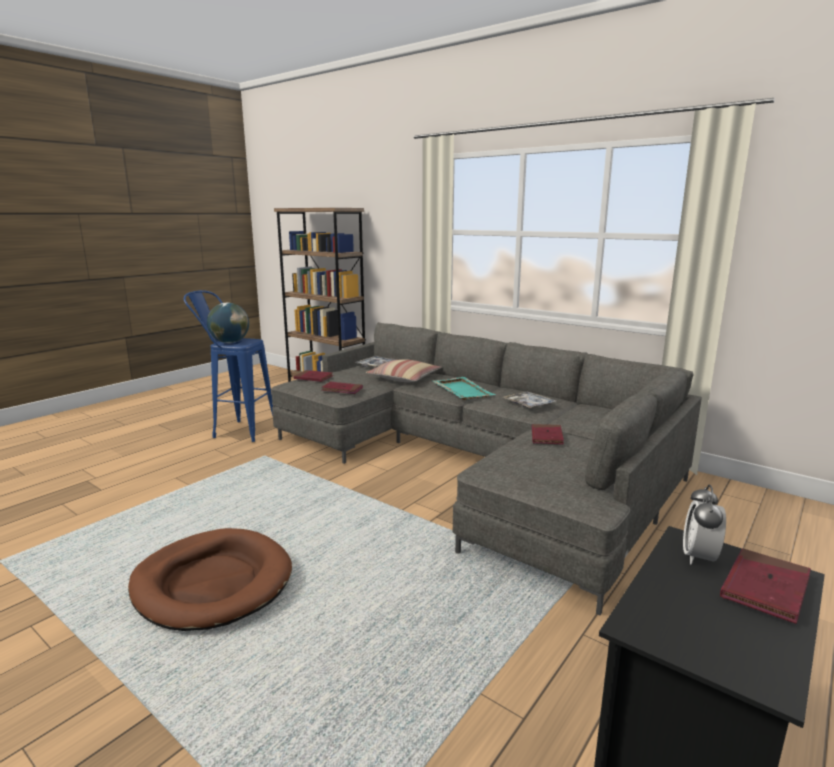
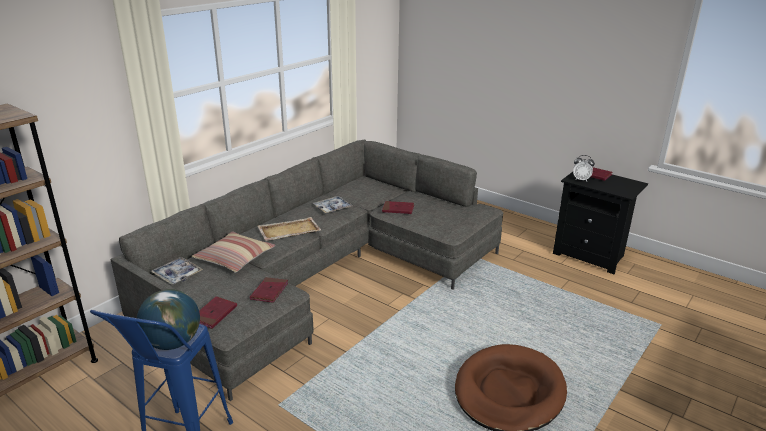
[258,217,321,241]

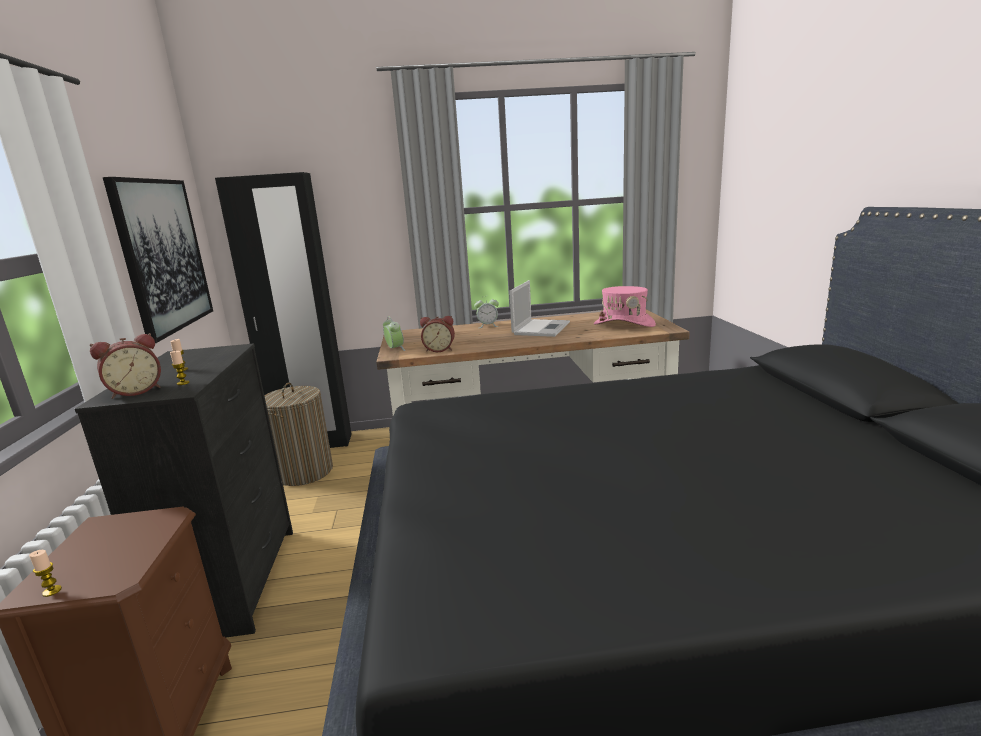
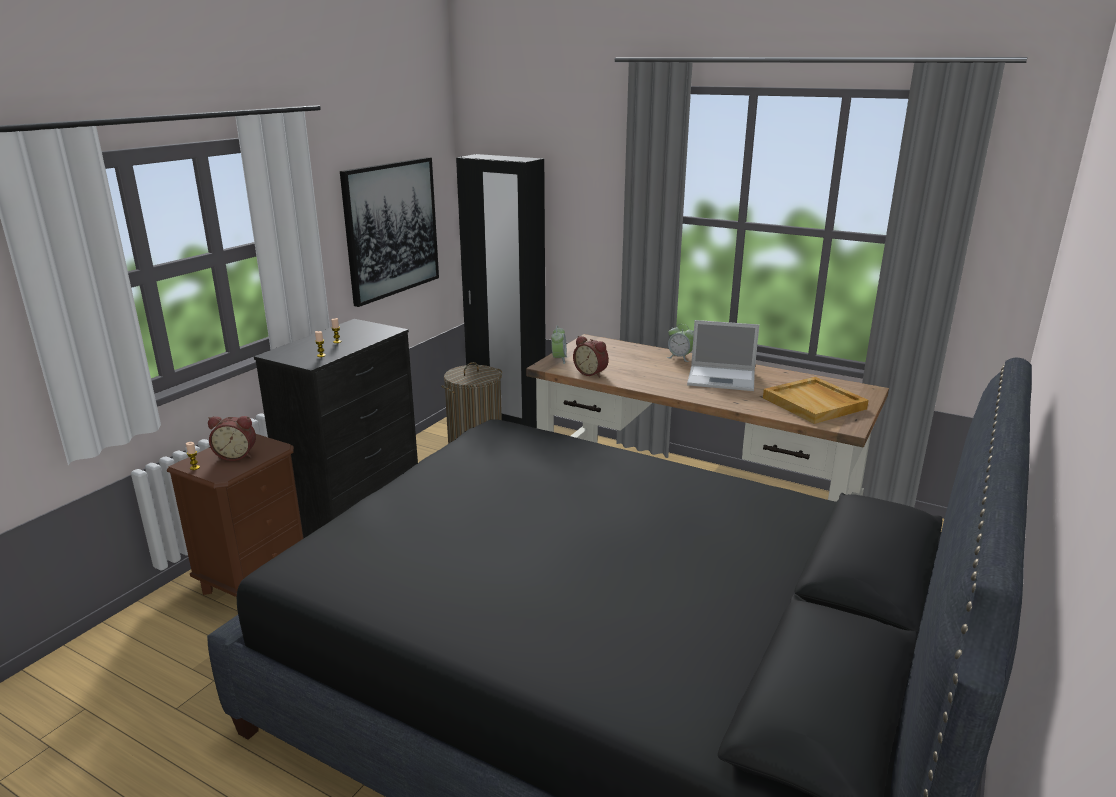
[208,416,256,461]
[687,320,759,391]
[763,377,869,424]

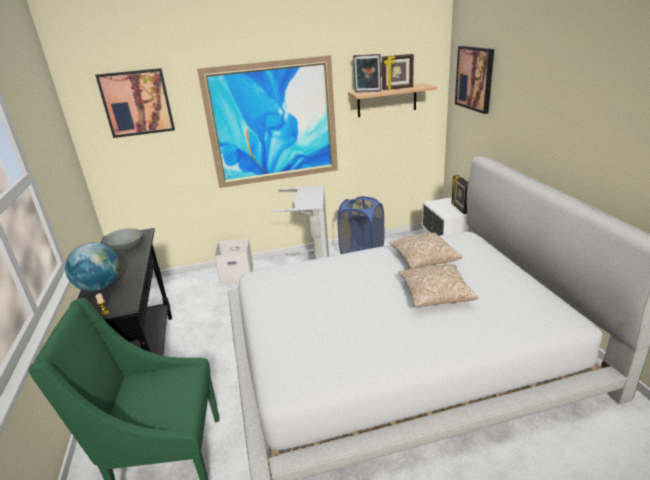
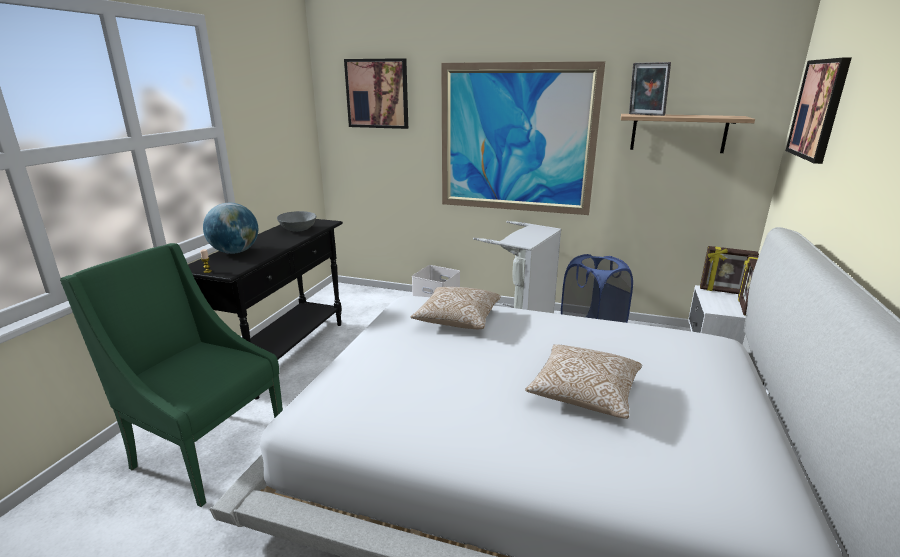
[700,246,759,294]
[410,287,501,329]

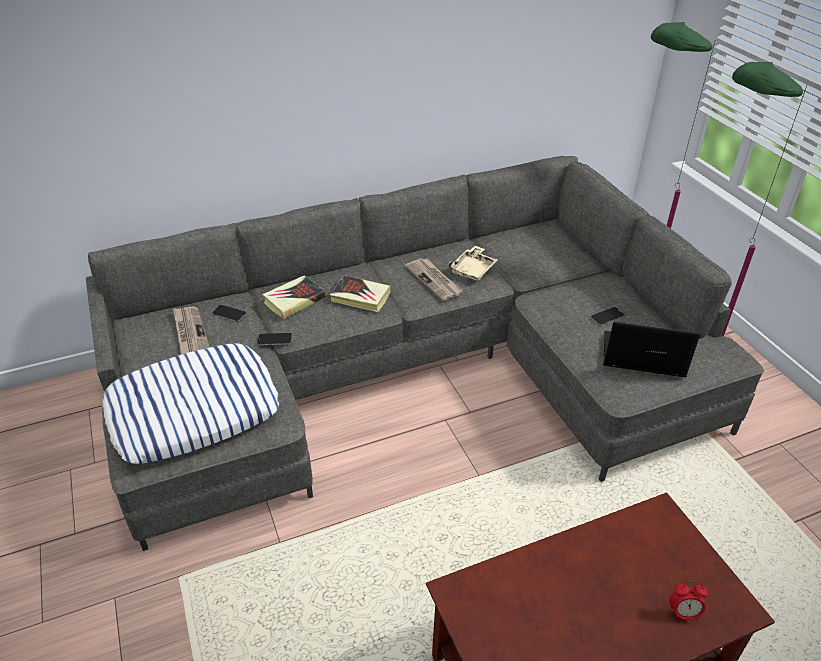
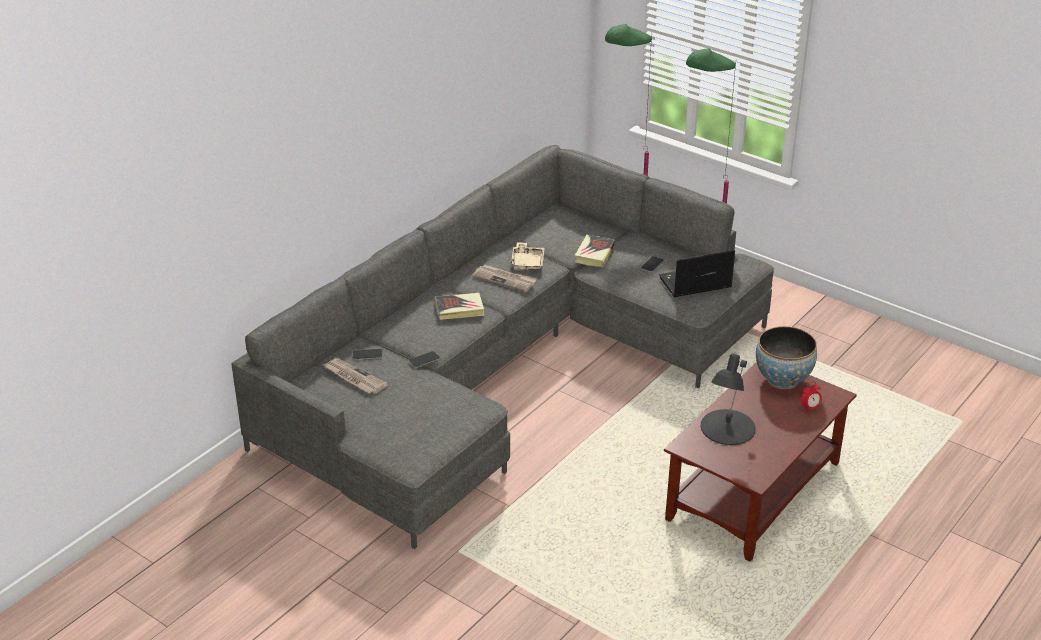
[102,343,279,464] (first image)
[575,235,615,267]
[701,354,756,445]
[756,326,817,389]

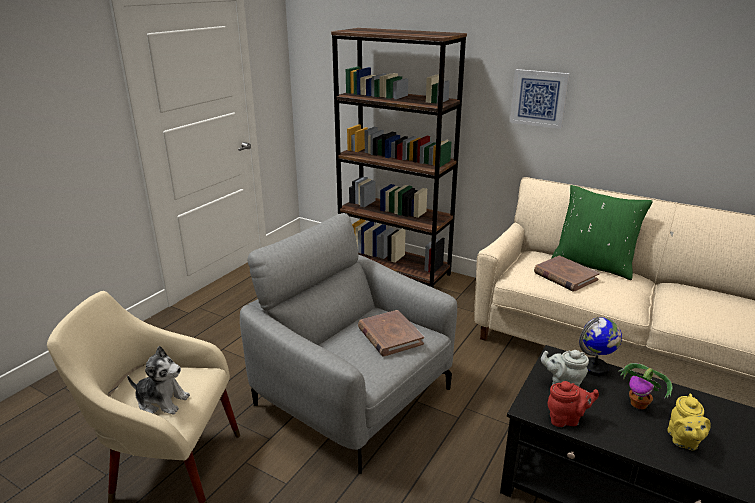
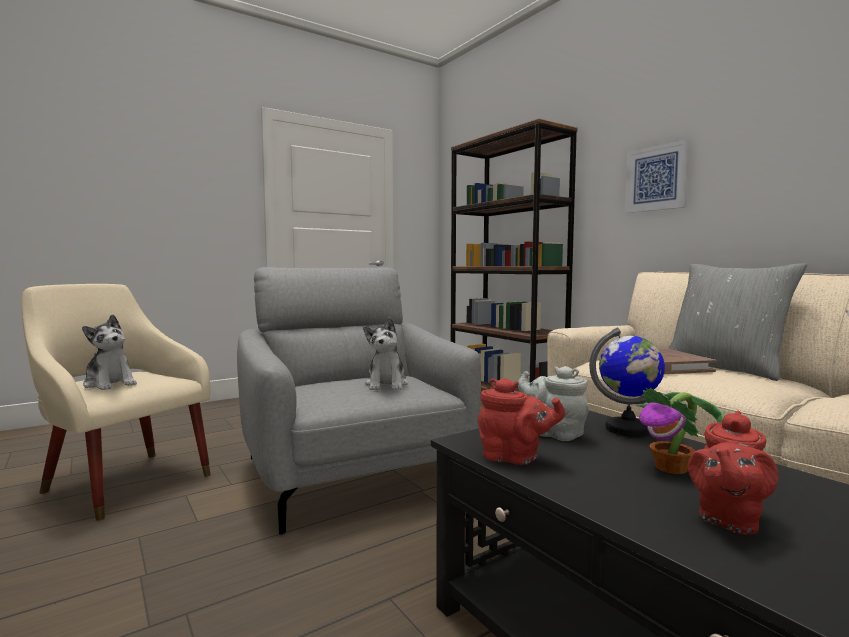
[363,317,408,390]
[668,263,807,381]
[688,411,778,535]

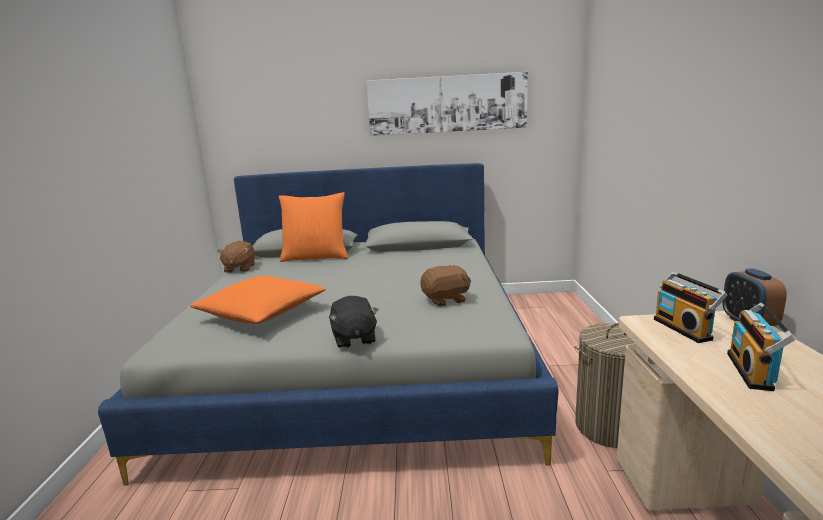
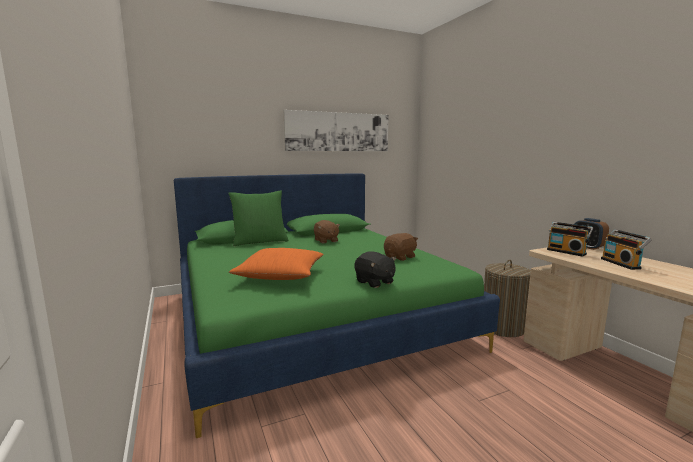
[174,174,500,438]
[314,220,340,243]
[228,191,288,246]

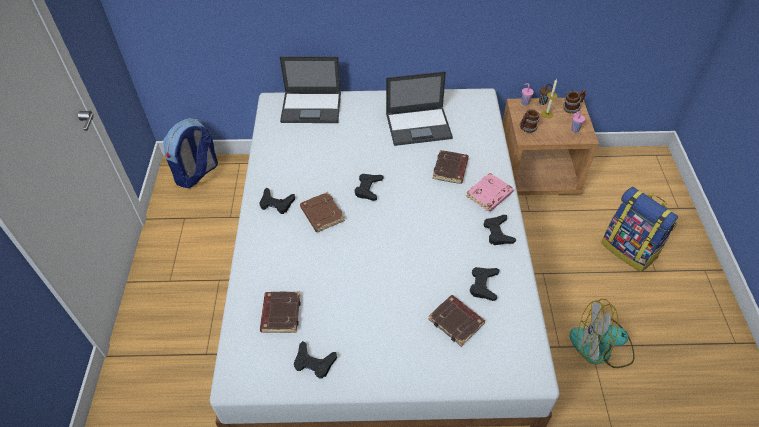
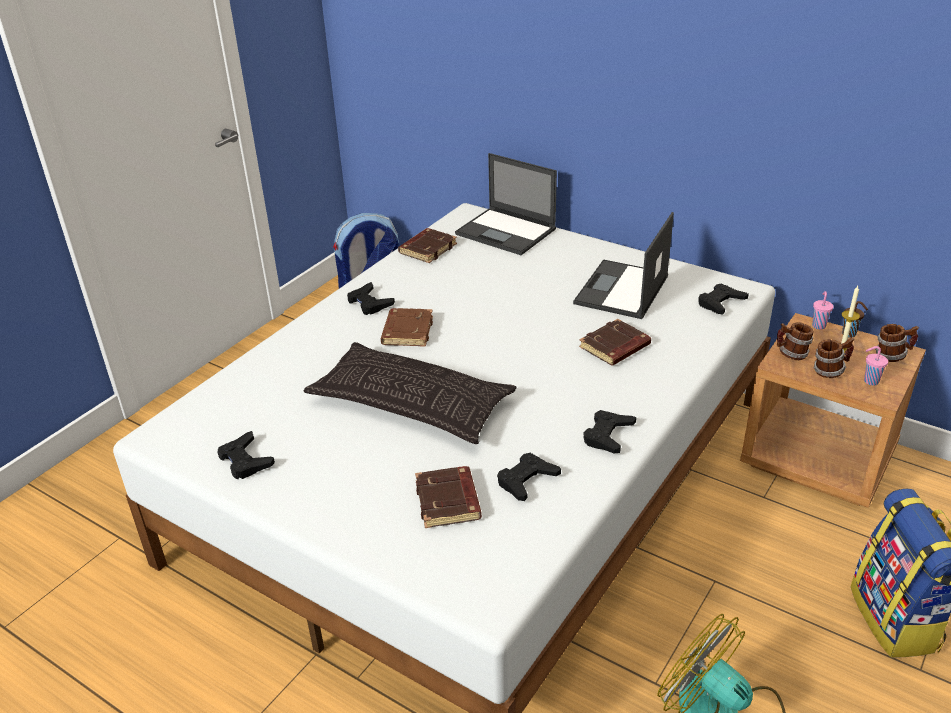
[398,228,457,263]
[698,283,749,314]
[573,212,674,319]
[466,173,514,212] (first image)
[304,342,517,444]
[813,337,854,378]

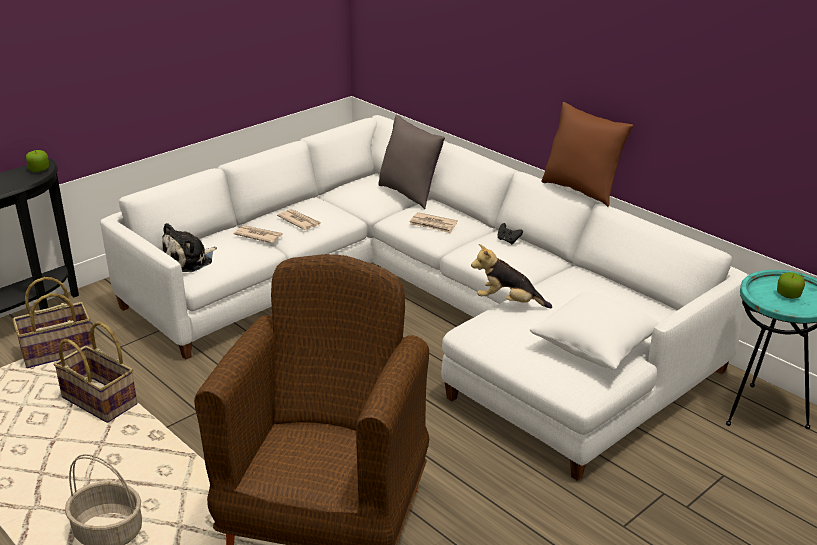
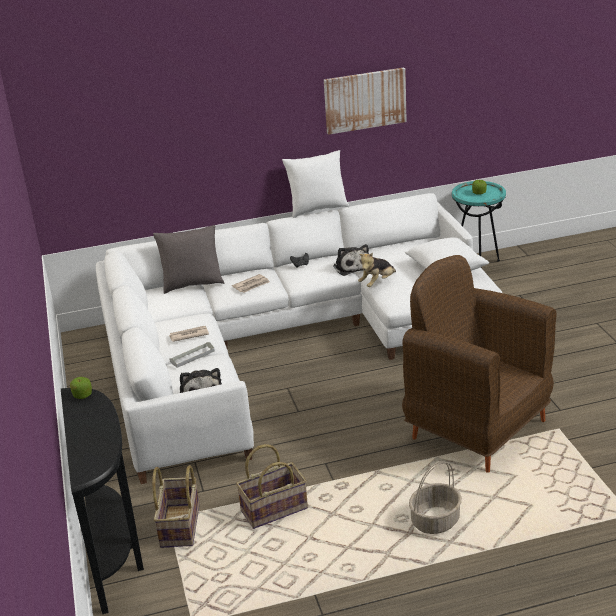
[169,342,215,368]
[282,150,349,218]
[324,67,407,135]
[333,244,369,276]

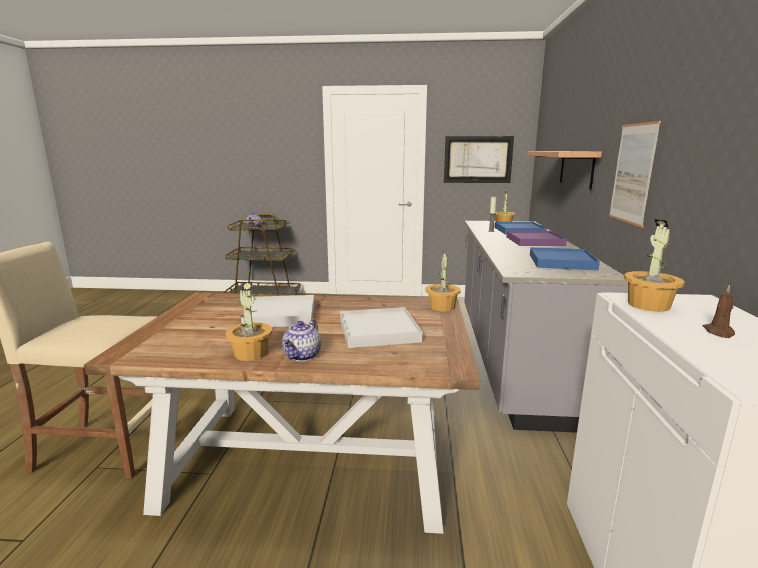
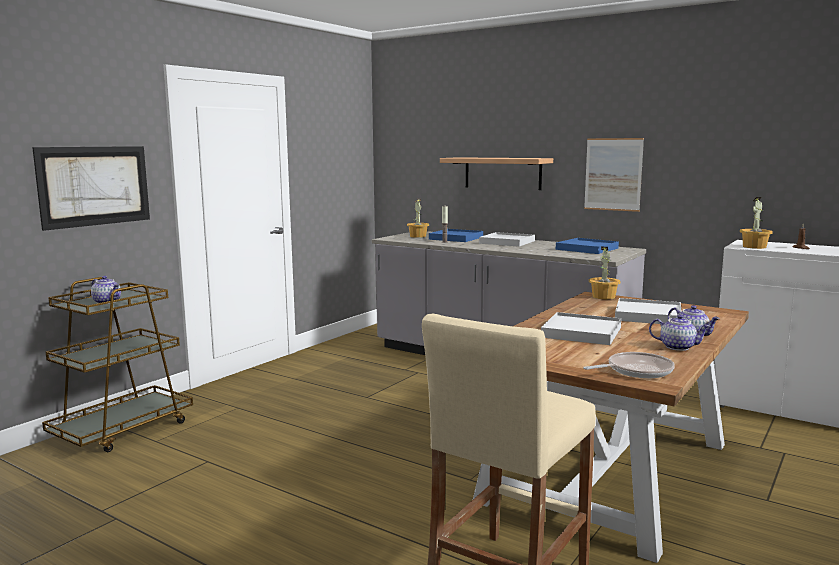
[649,315,711,351]
[32,146,150,231]
[479,232,535,247]
[583,352,675,378]

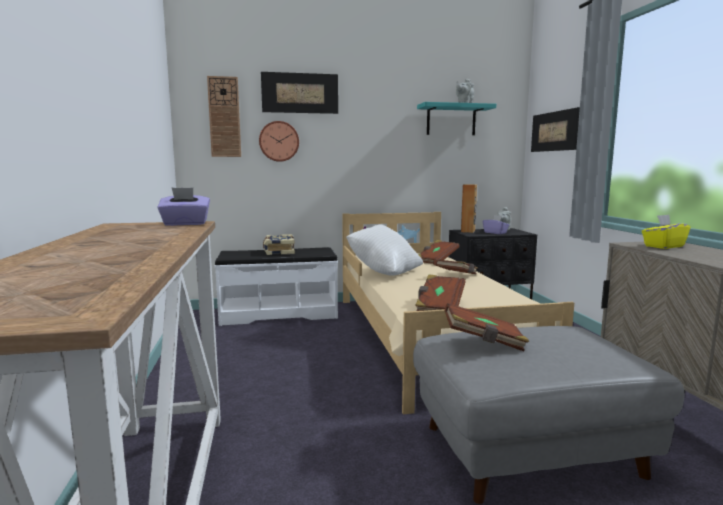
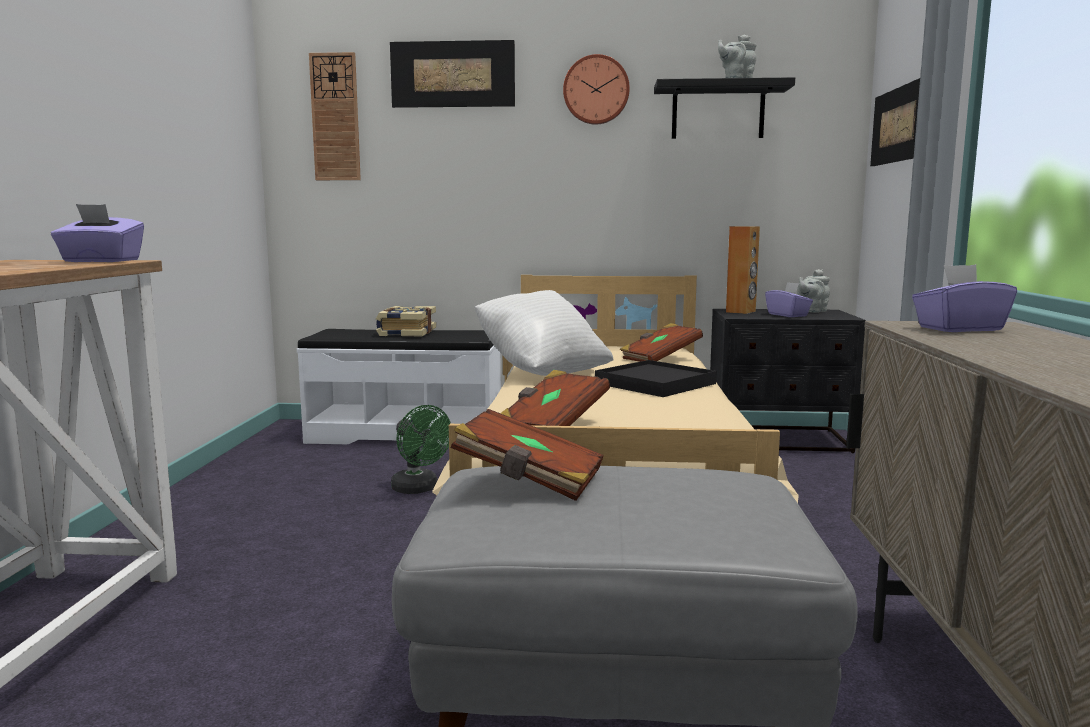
[563,54,630,125]
[654,77,795,139]
[595,360,717,397]
[912,264,1017,332]
[391,405,451,494]

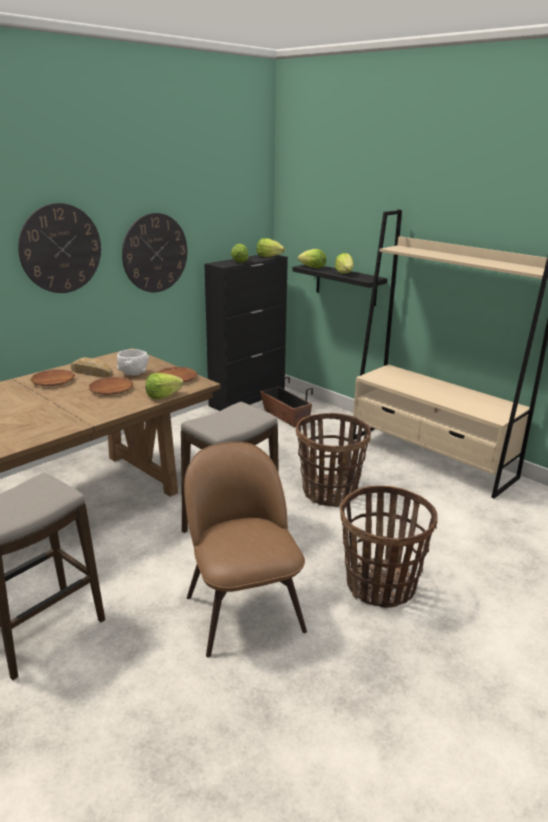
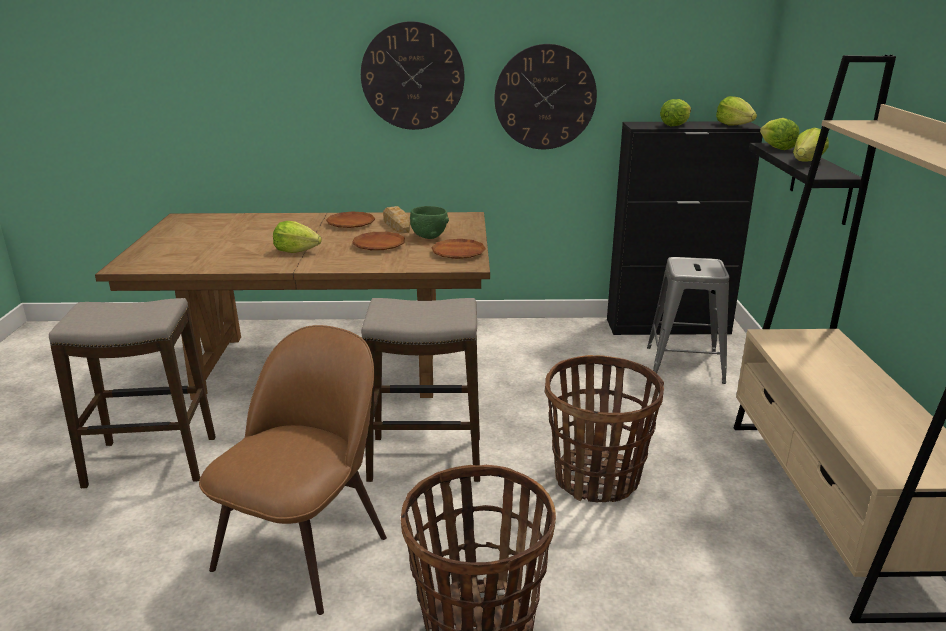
[410,206,449,239]
[273,221,322,253]
[647,257,729,384]

